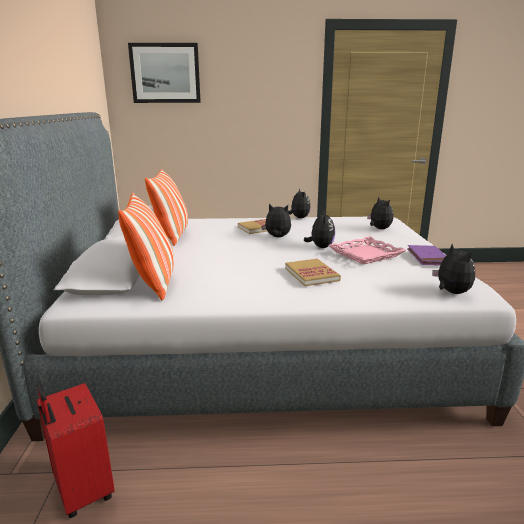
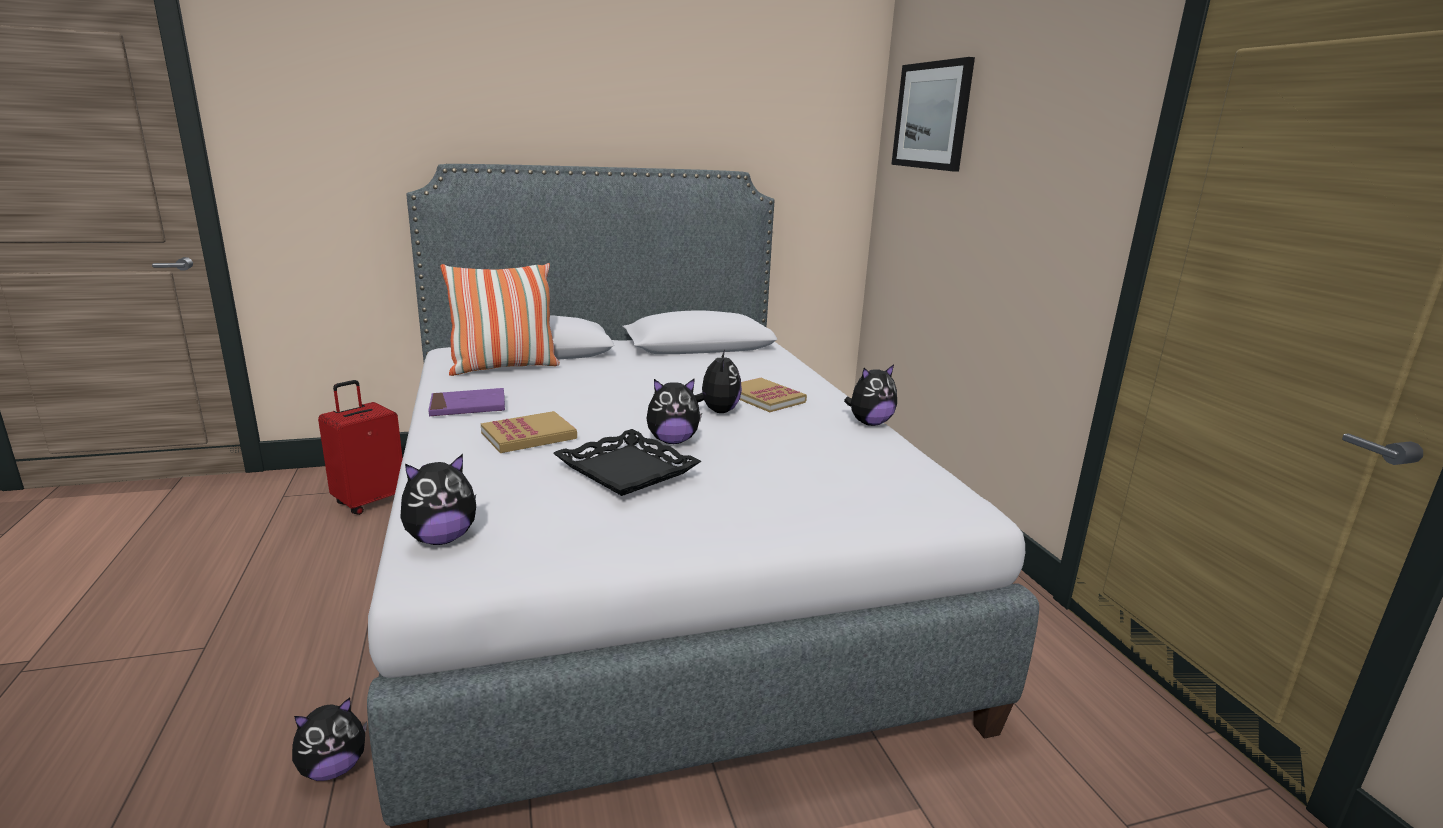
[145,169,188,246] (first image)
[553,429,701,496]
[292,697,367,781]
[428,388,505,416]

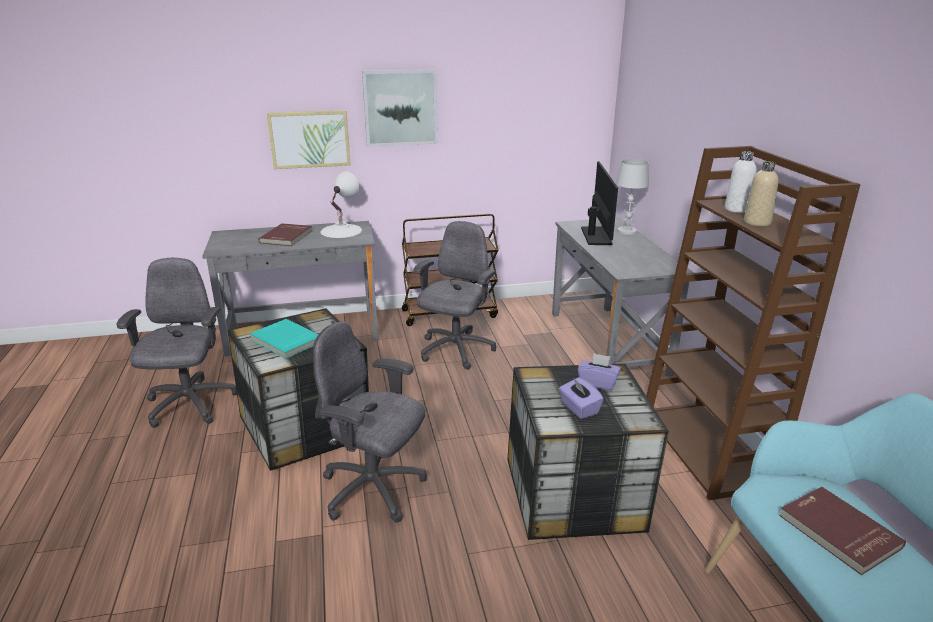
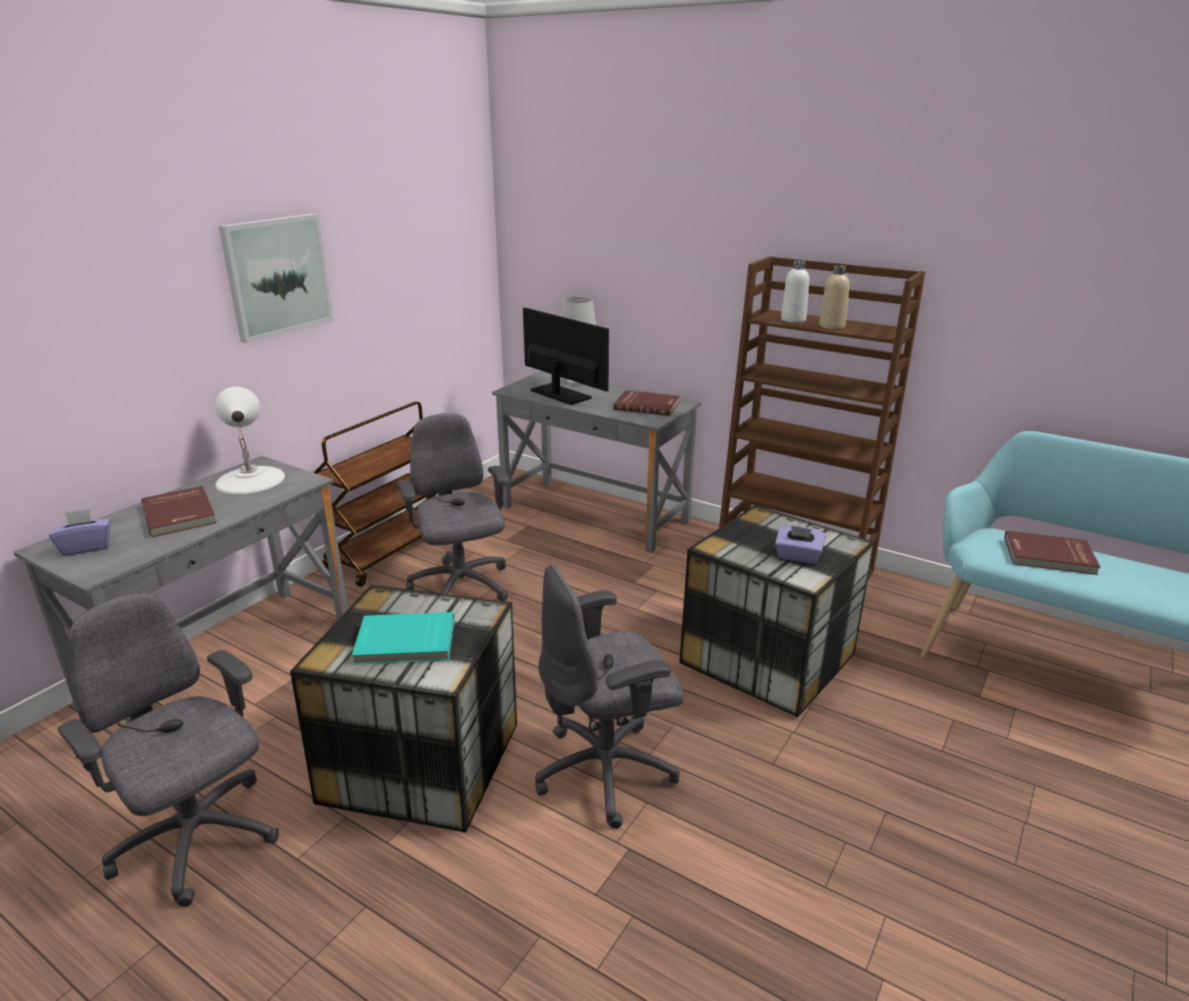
[267,110,351,169] (first image)
[49,509,111,556]
[613,390,680,416]

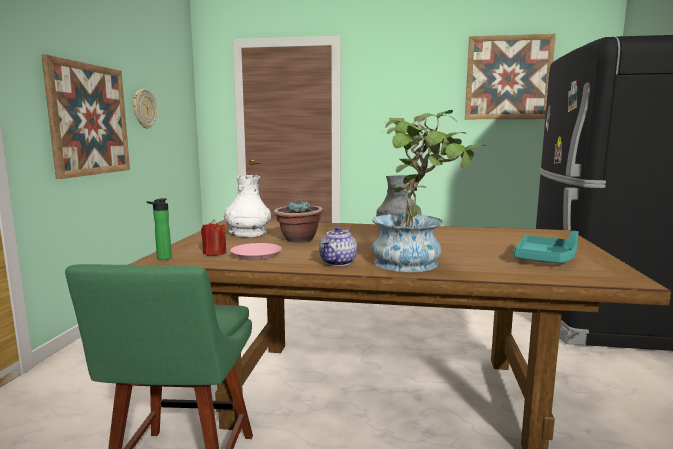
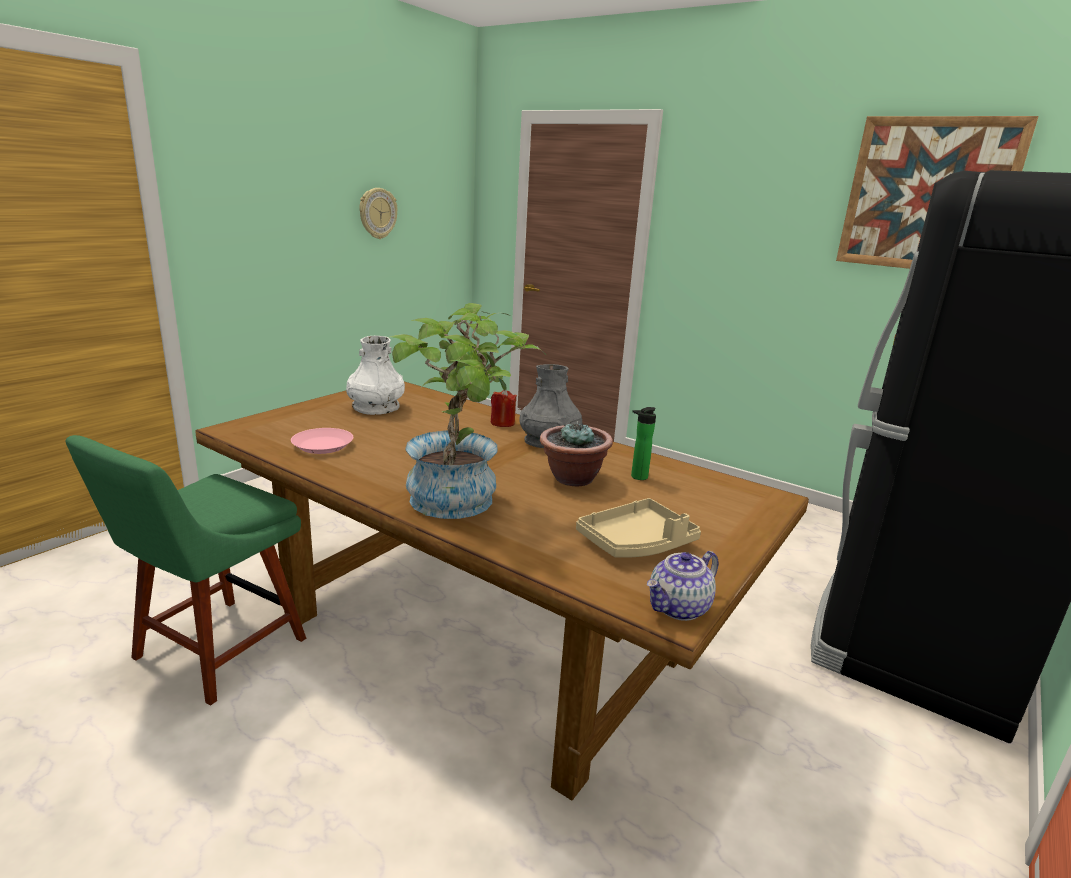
[42,54,130,179] (first image)
[631,407,656,480]
[491,390,517,427]
[540,421,613,486]
[647,551,719,621]
[576,498,701,558]

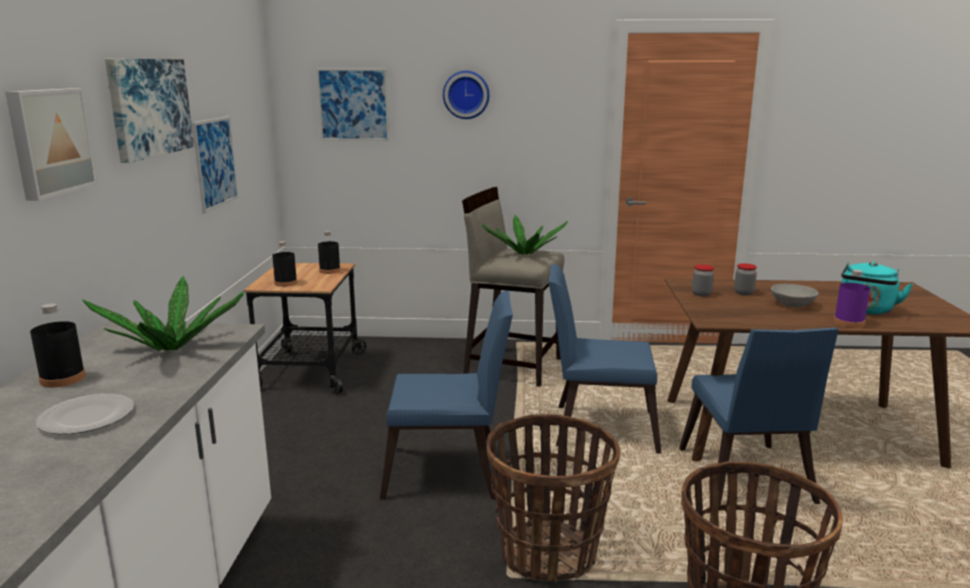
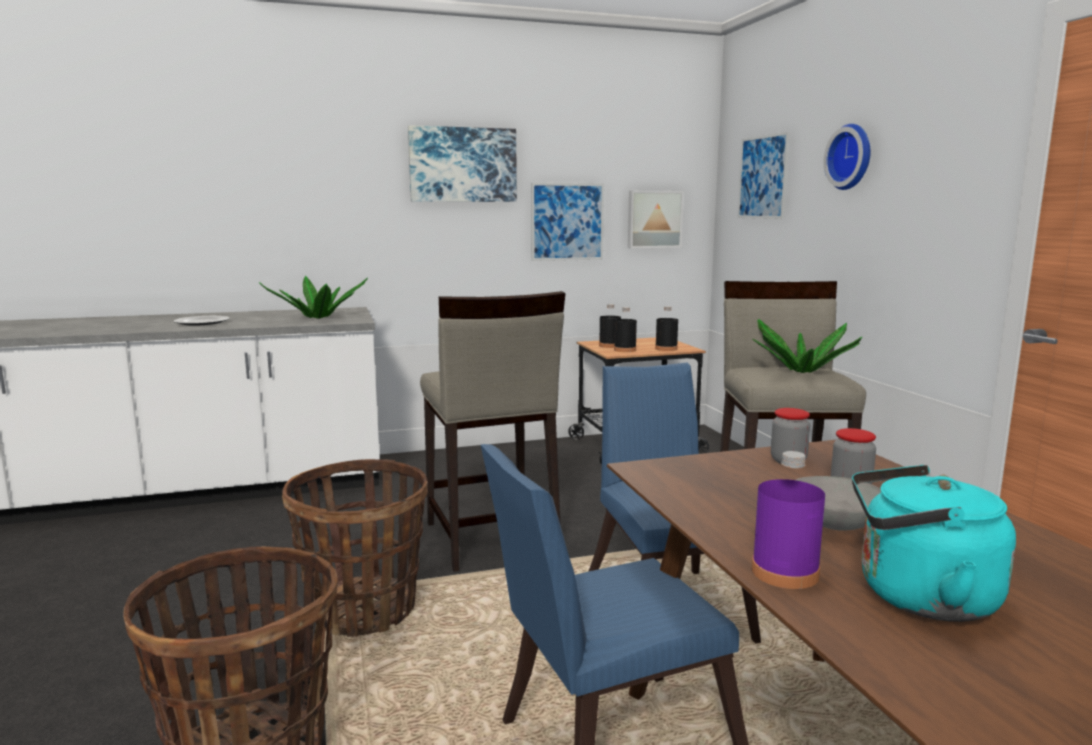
[628,191,684,249]
[614,307,637,352]
[420,291,565,572]

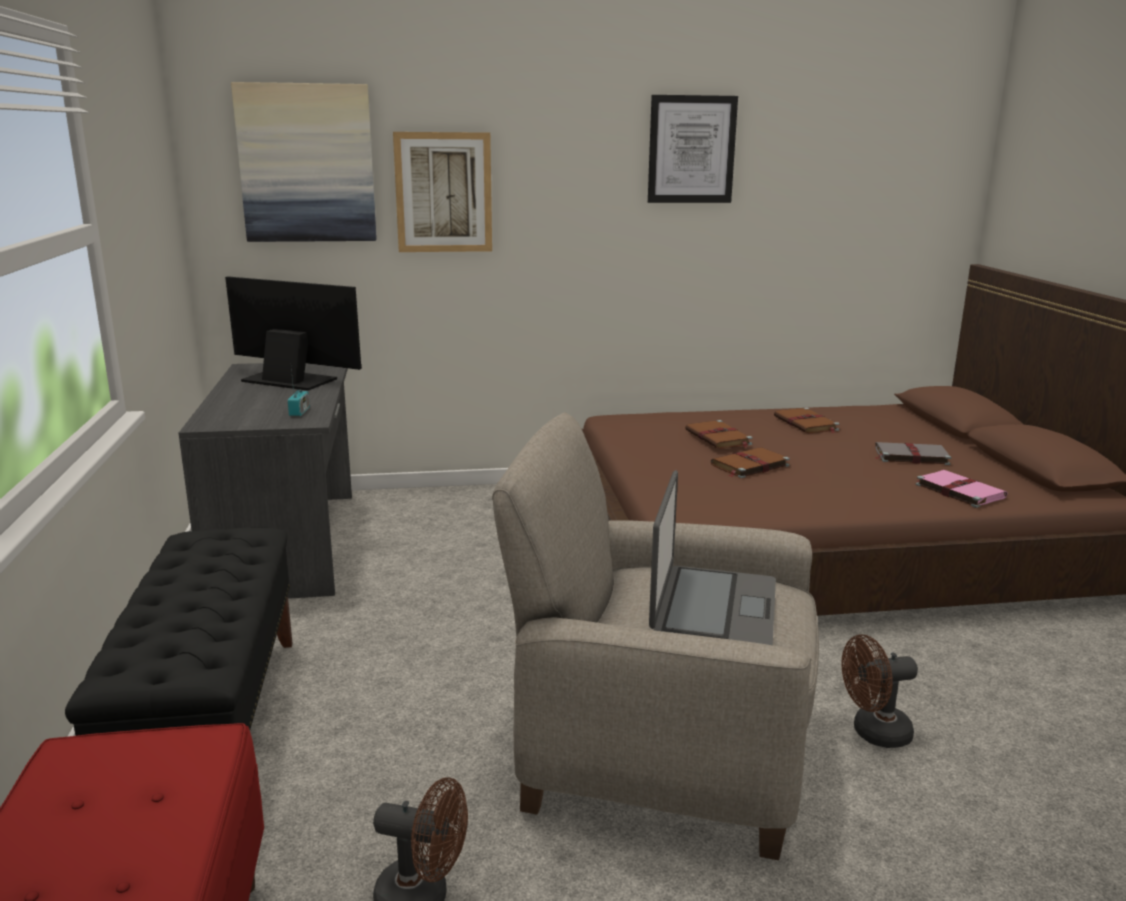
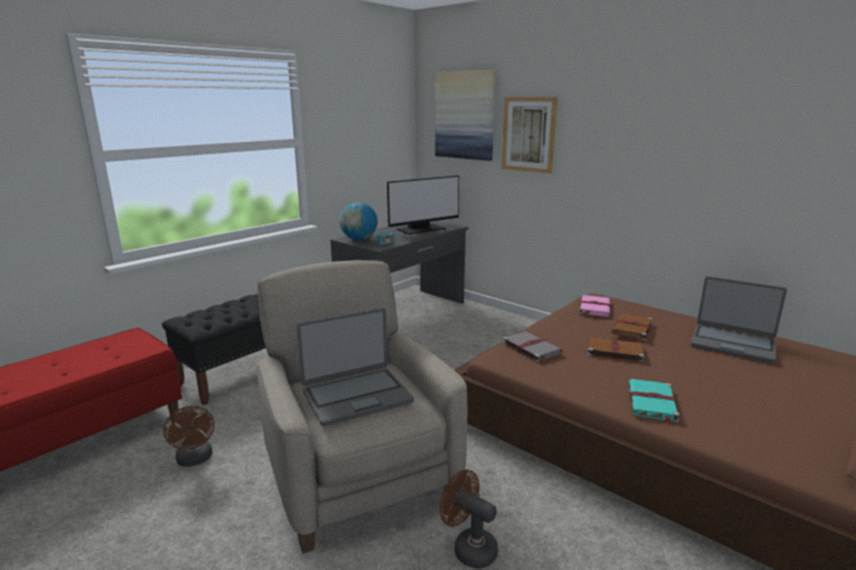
[387,175,459,235]
[648,95,738,203] (first image)
[690,276,787,363]
[502,331,563,362]
[579,295,611,317]
[339,202,378,240]
[629,379,679,424]

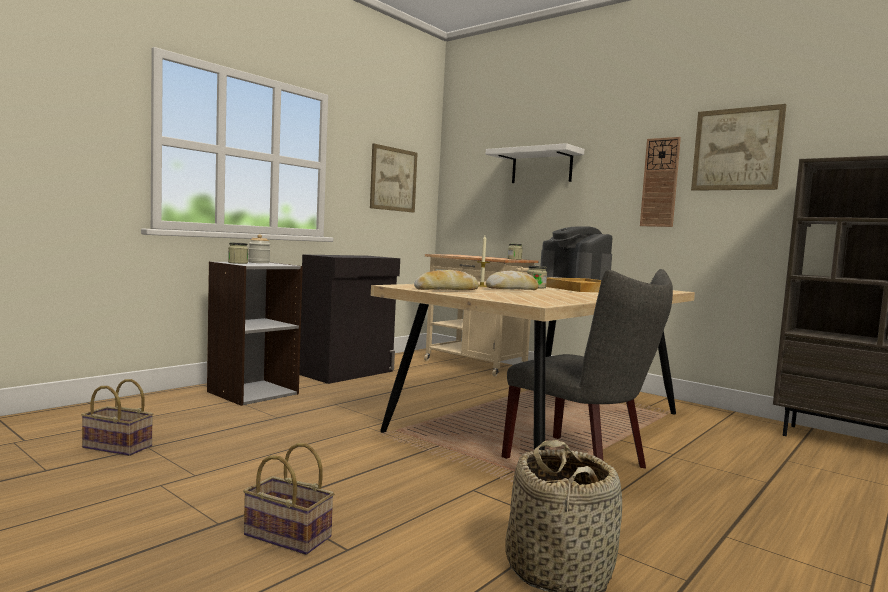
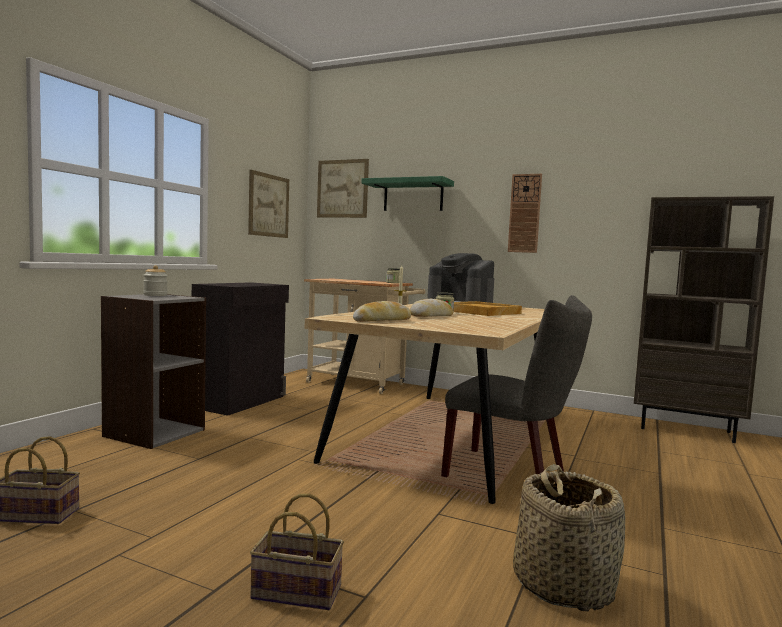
[228,242,248,264] (first image)
[361,176,454,211]
[317,159,369,218]

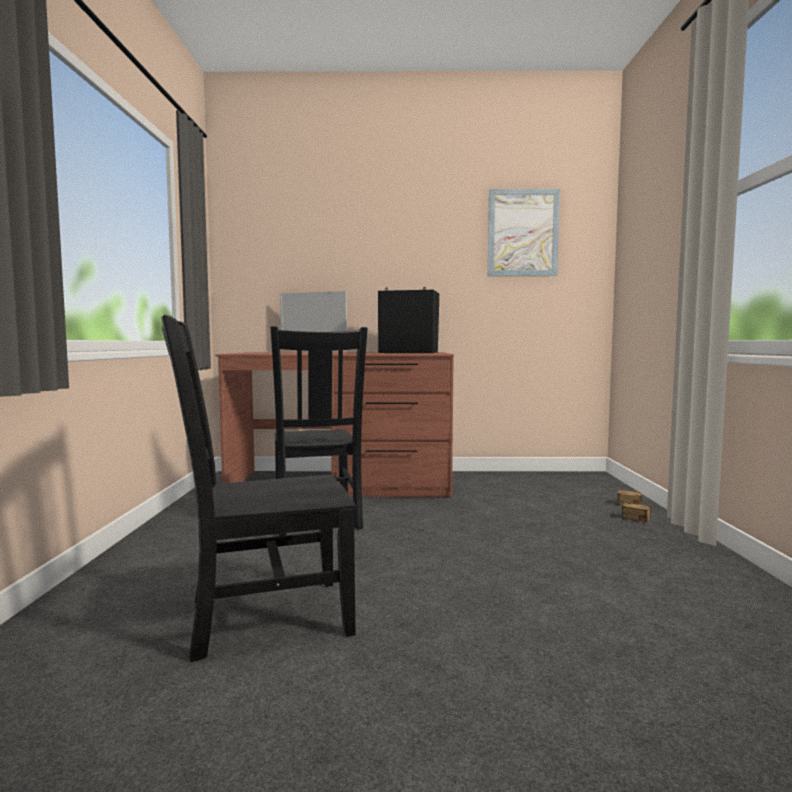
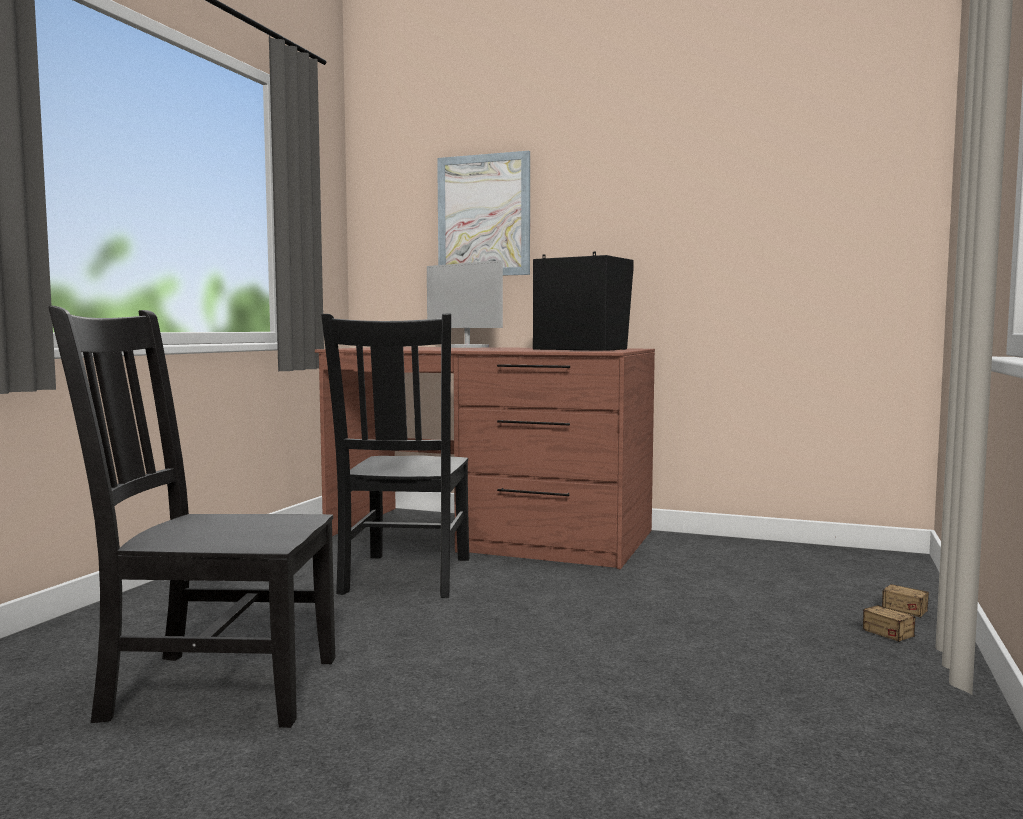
[437,151,530,275]

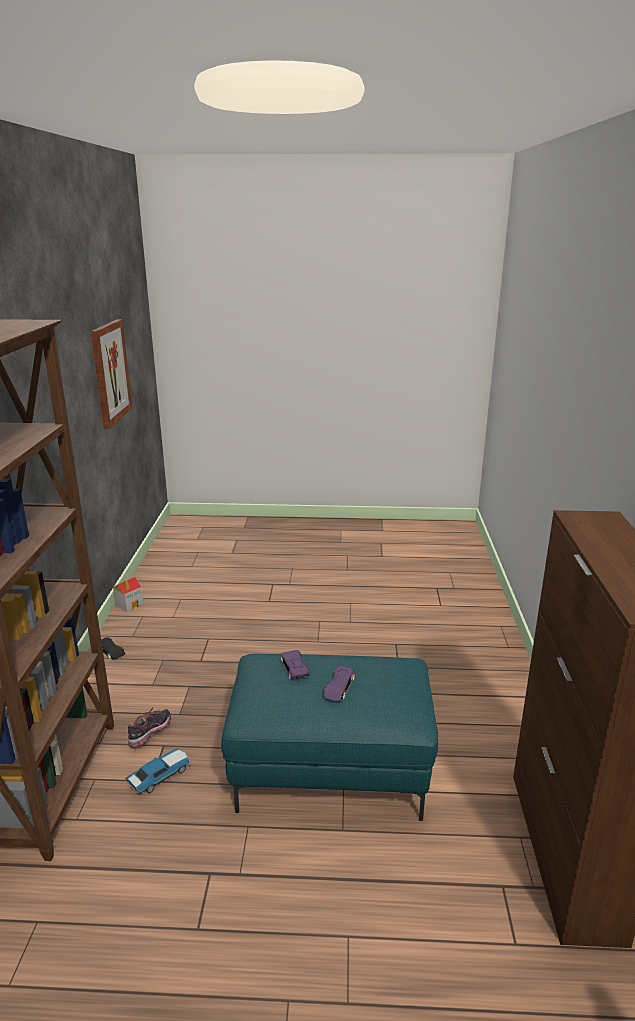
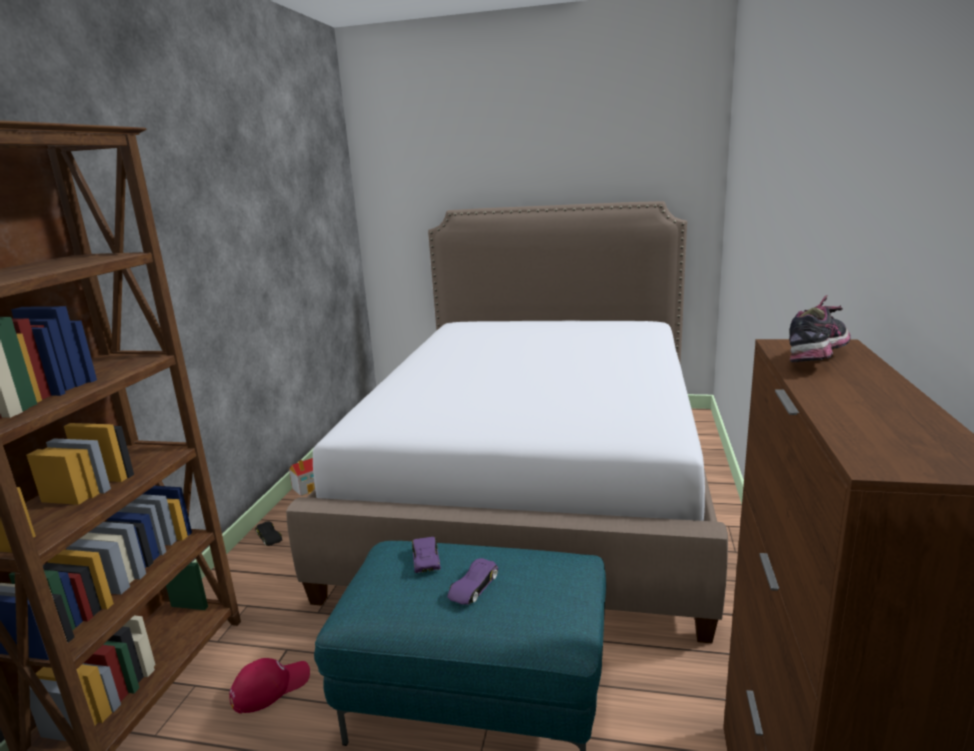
[91,319,132,429] (first image)
[229,658,310,714]
[789,294,851,362]
[286,201,728,643]

